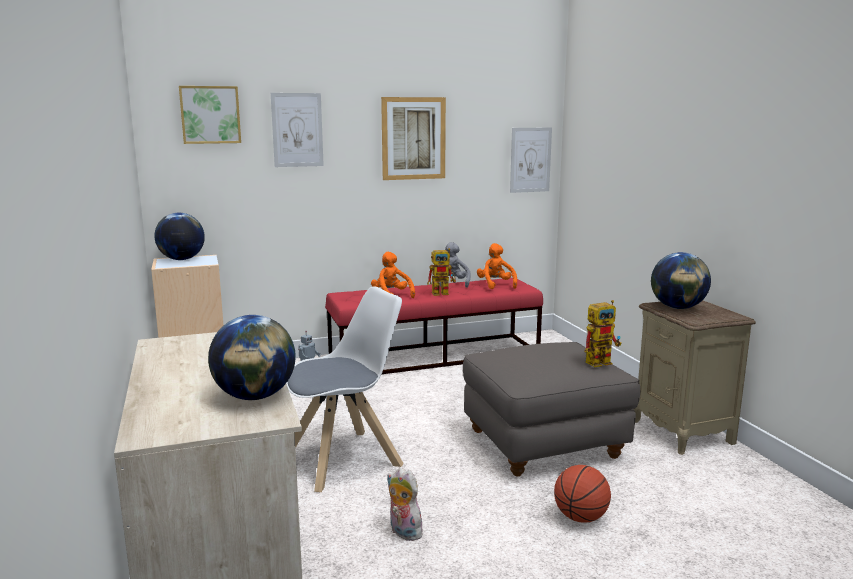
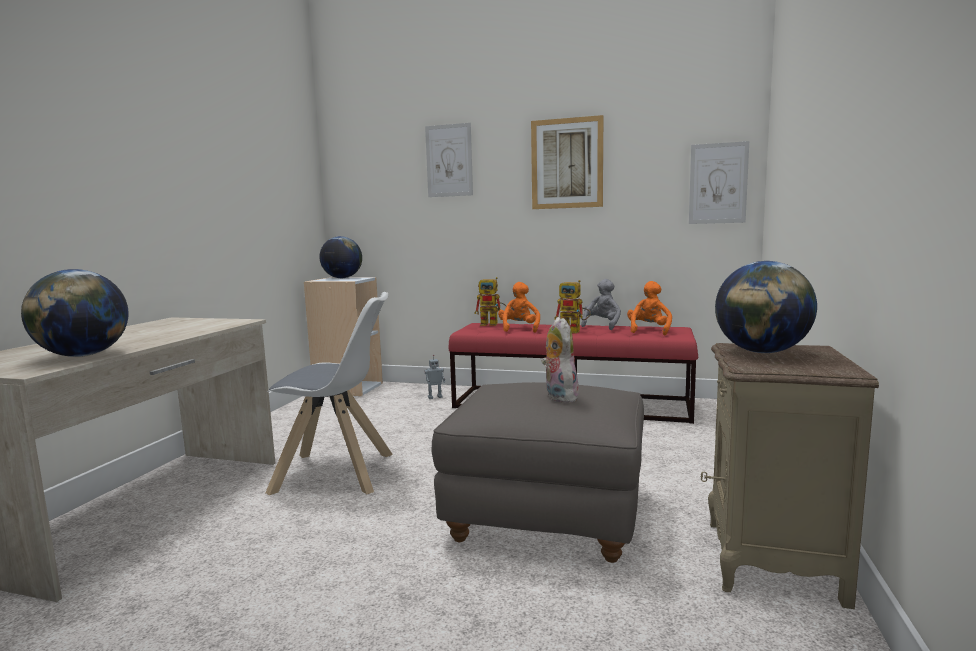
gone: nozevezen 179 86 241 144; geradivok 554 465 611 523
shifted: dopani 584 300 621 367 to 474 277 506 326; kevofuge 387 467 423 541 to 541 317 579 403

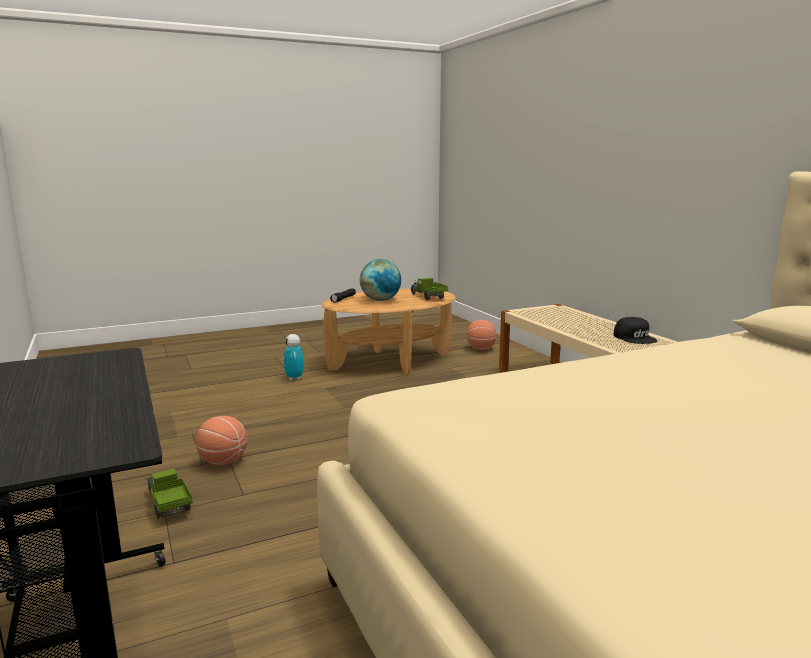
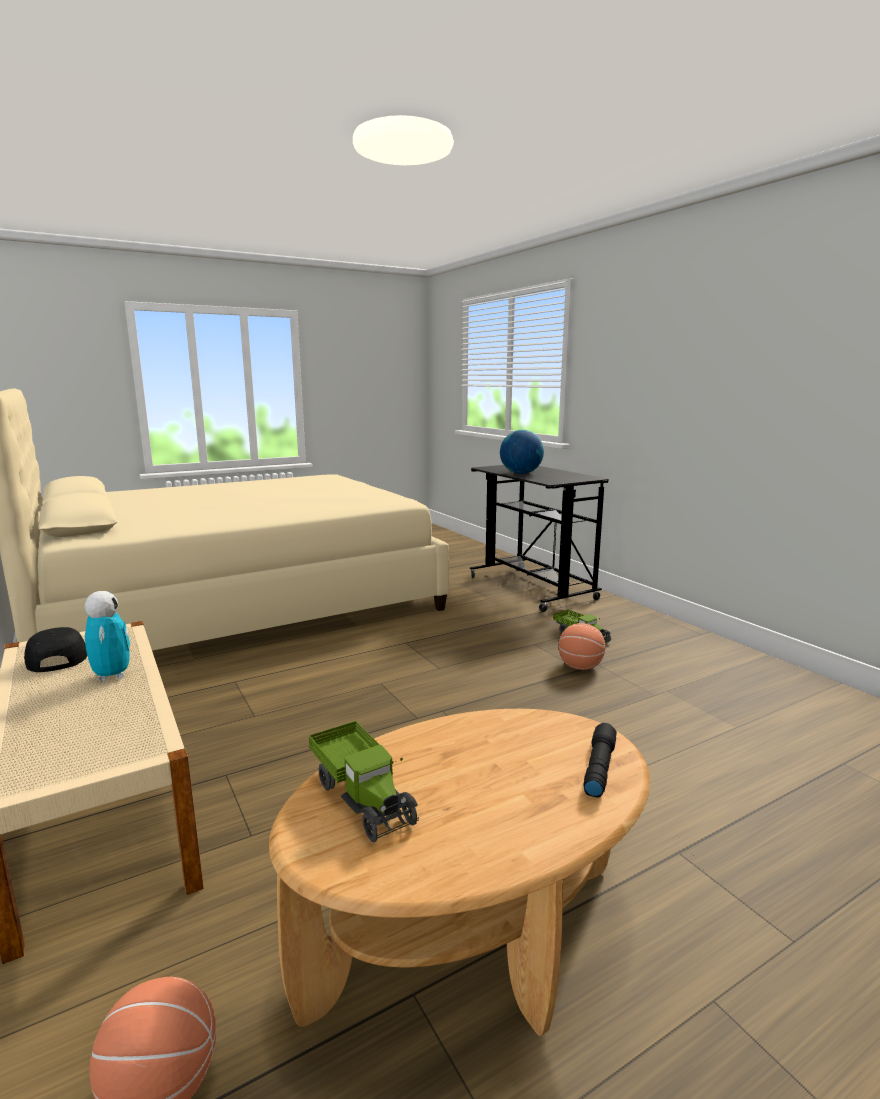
shifted: dopani 283 334 304 380 to 85 591 130 681; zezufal 360 259 401 301 to 500 430 544 474

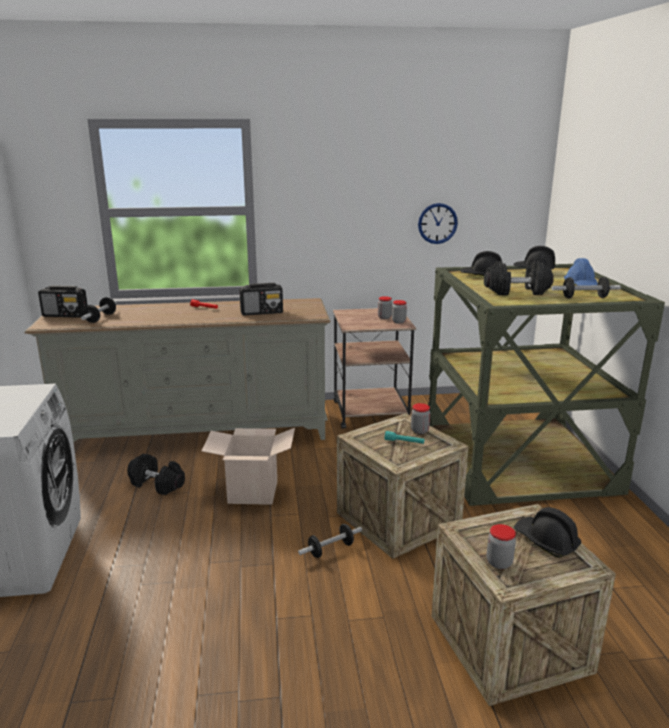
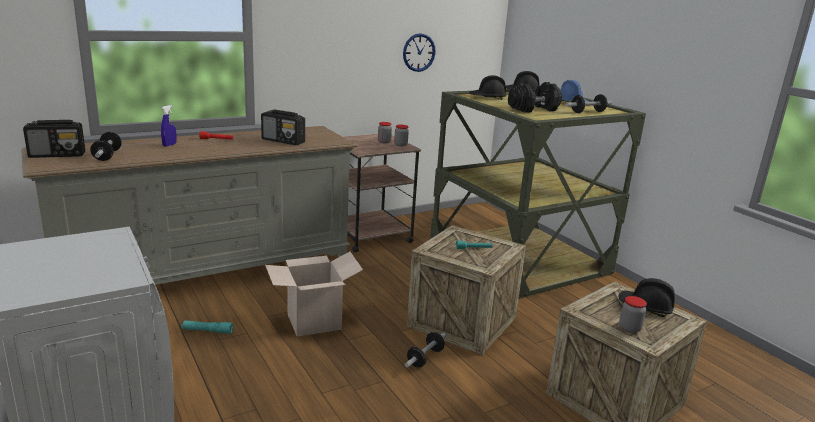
gone: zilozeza 411 403 430 434
new: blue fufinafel 161 105 177 147
swapped: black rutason 127 454 185 495 to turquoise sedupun 181 321 233 334
rotated: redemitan 239 283 283 315 = 261 110 305 145 60 degrees clockwise

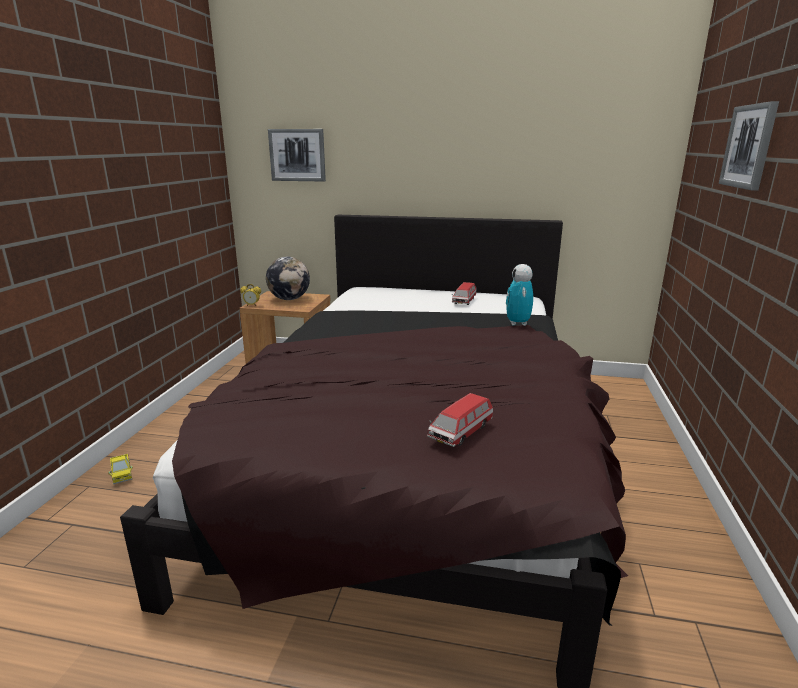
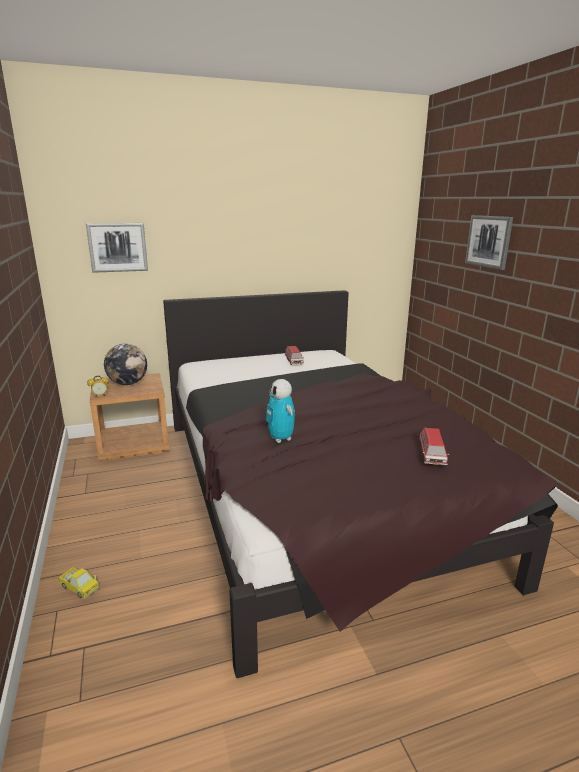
shifted: dopani 506 264 533 326 to 266 379 295 443

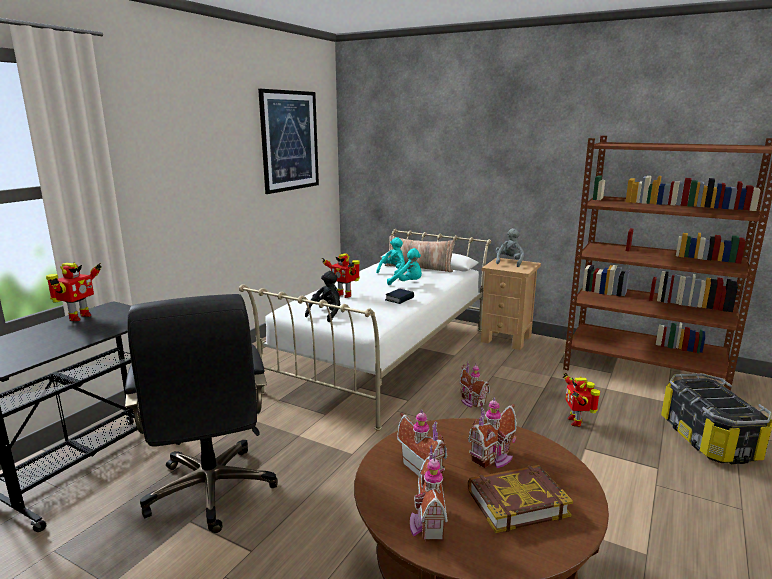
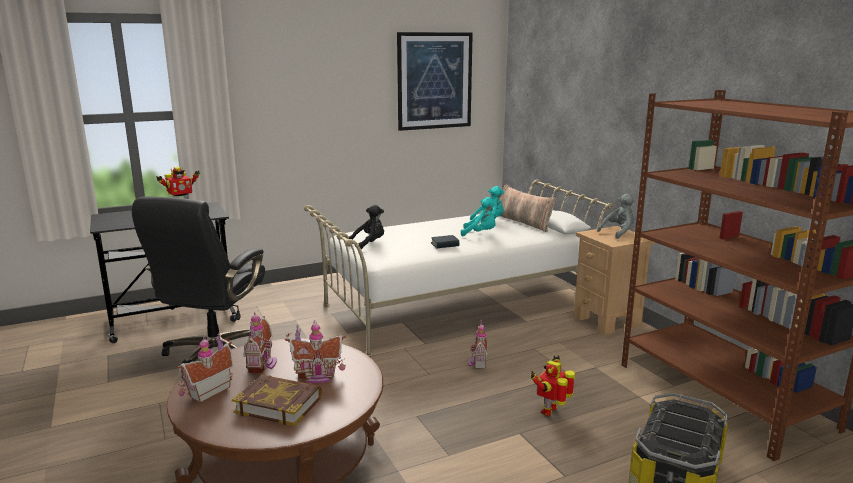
gone: dopani 322 253 360 298
rotated: turquoise kevofuge 387 248 422 285 = 461 197 496 237 45 degrees counterclockwise

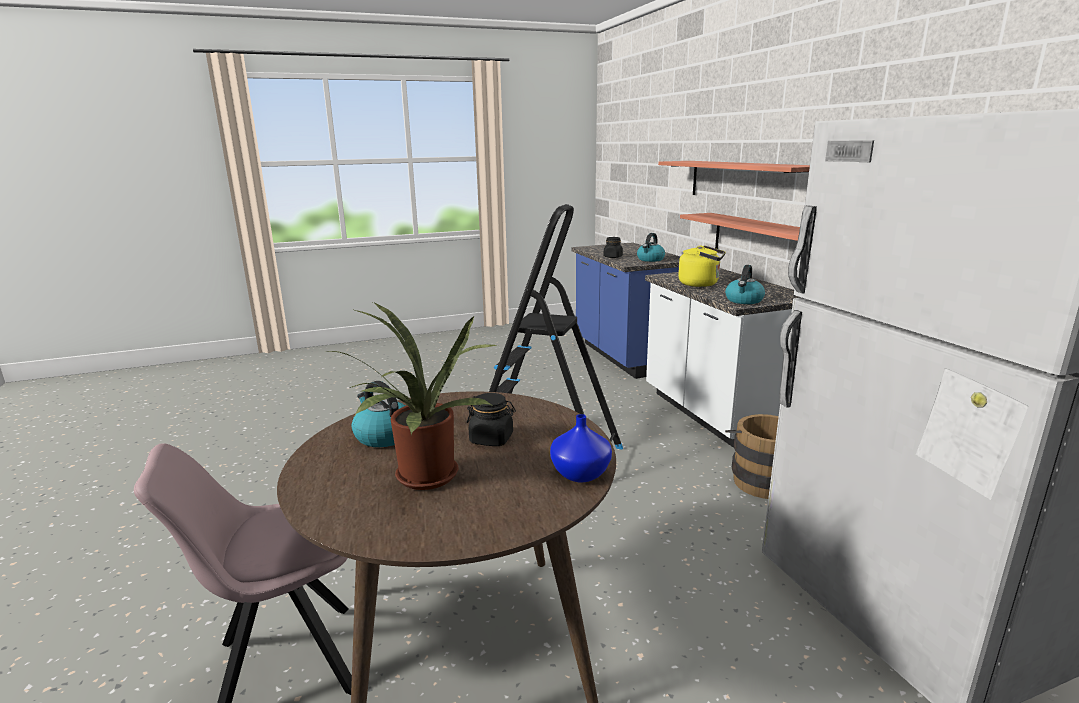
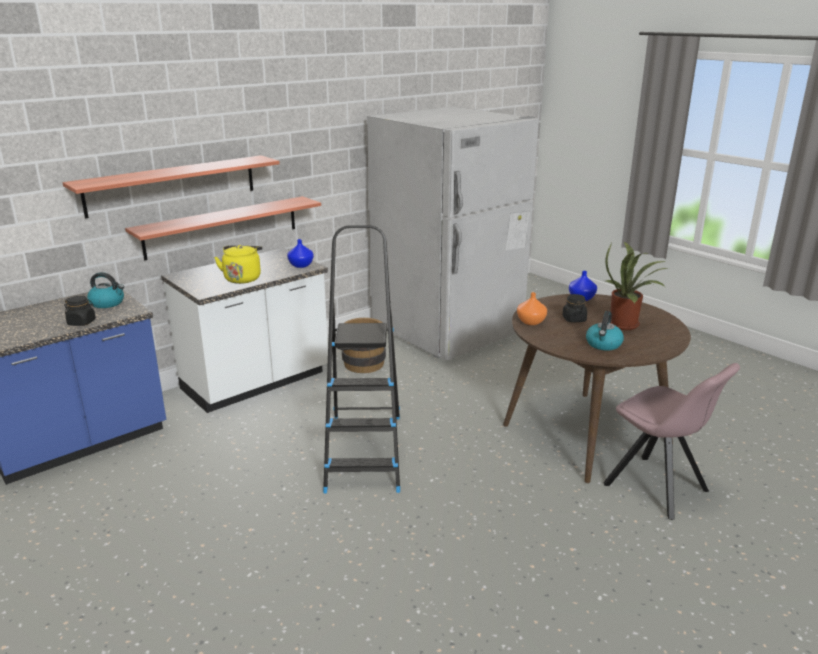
new: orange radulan 517 292 547 325
swapped: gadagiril 725 265 765 304 to blue radulan 287 239 314 268

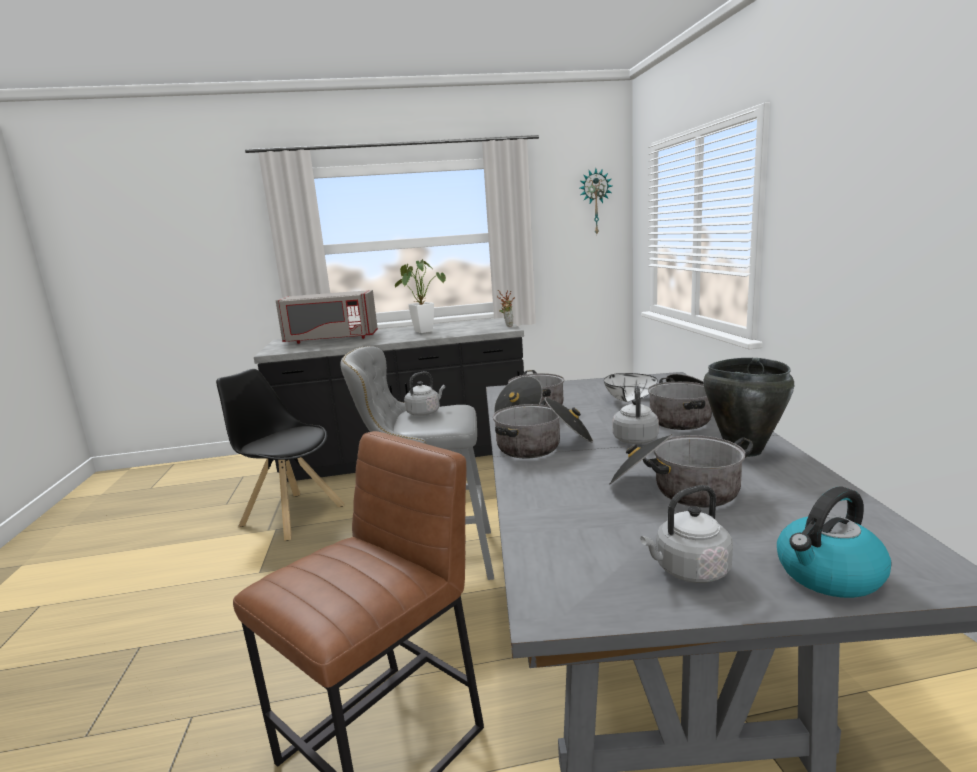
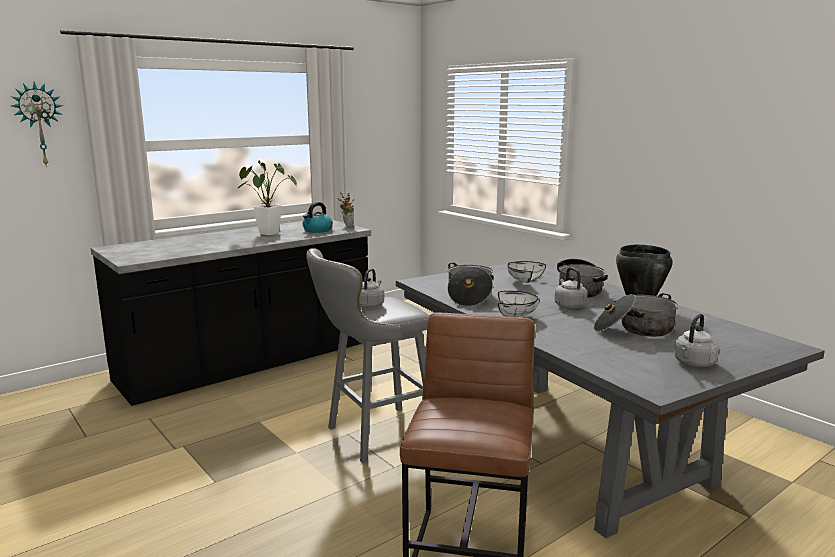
gone: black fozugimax 216 369 345 541; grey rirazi 276 290 378 344
shifted: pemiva 580 168 612 234 to 11 82 63 167; gadagiril 777 487 891 598 to 303 202 333 233
swapped: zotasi 493 397 593 459 to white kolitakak 498 291 540 317

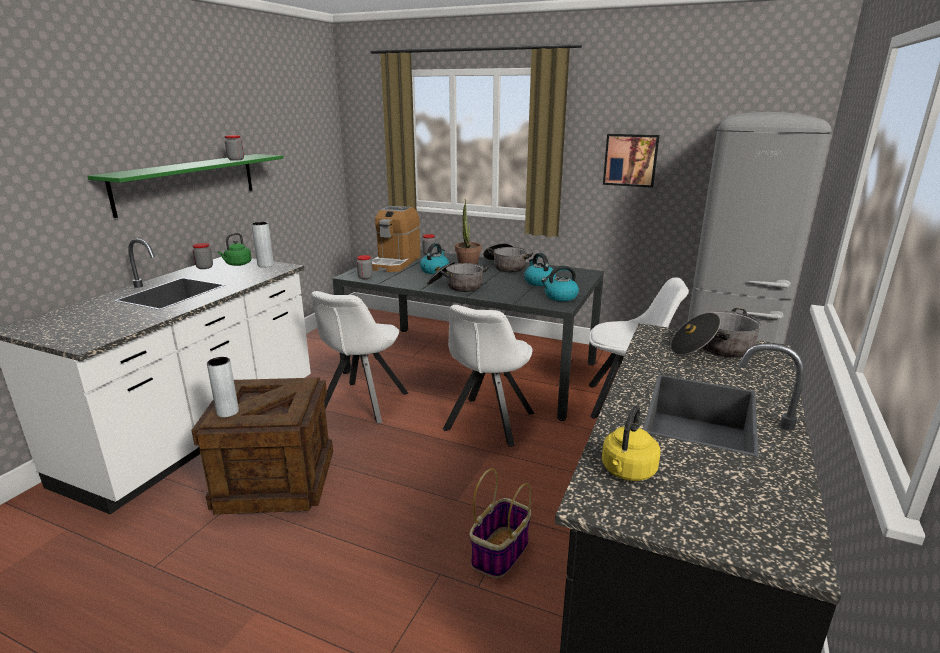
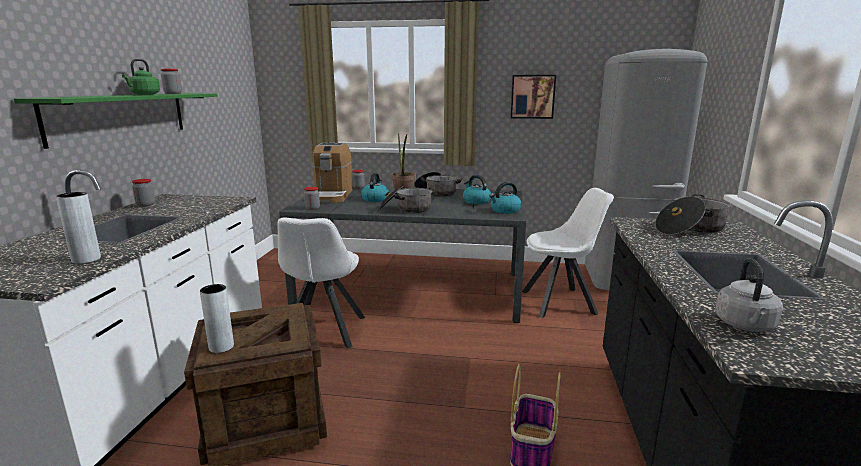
gone: white fozugimax 443 305 534 447
shifted: grey radulan 252 222 274 267 to 56 192 101 264; green gadagiril 218 233 252 266 to 122 59 160 95
repainted: yellow gadagiril 602 406 661 481 to grey gadagiril 715 258 783 332

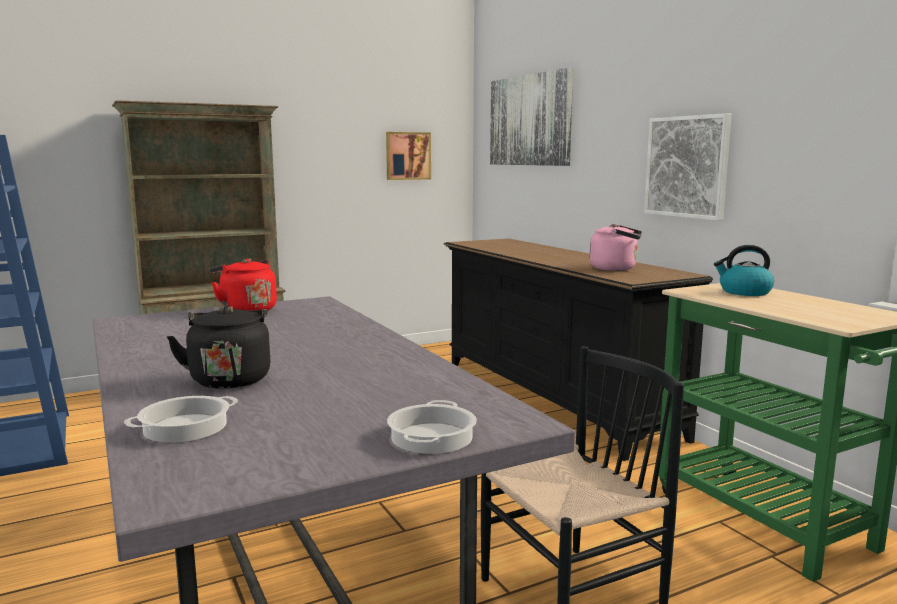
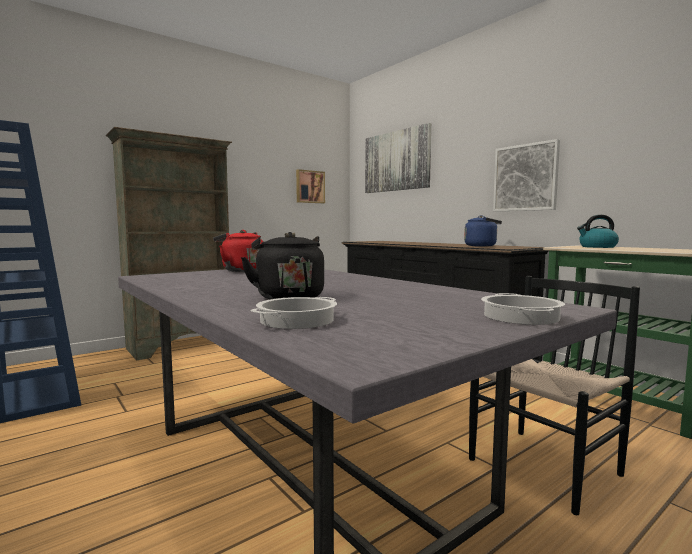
repainted: pink gadagiril 590 224 642 271 to blue gadagiril 464 215 502 247

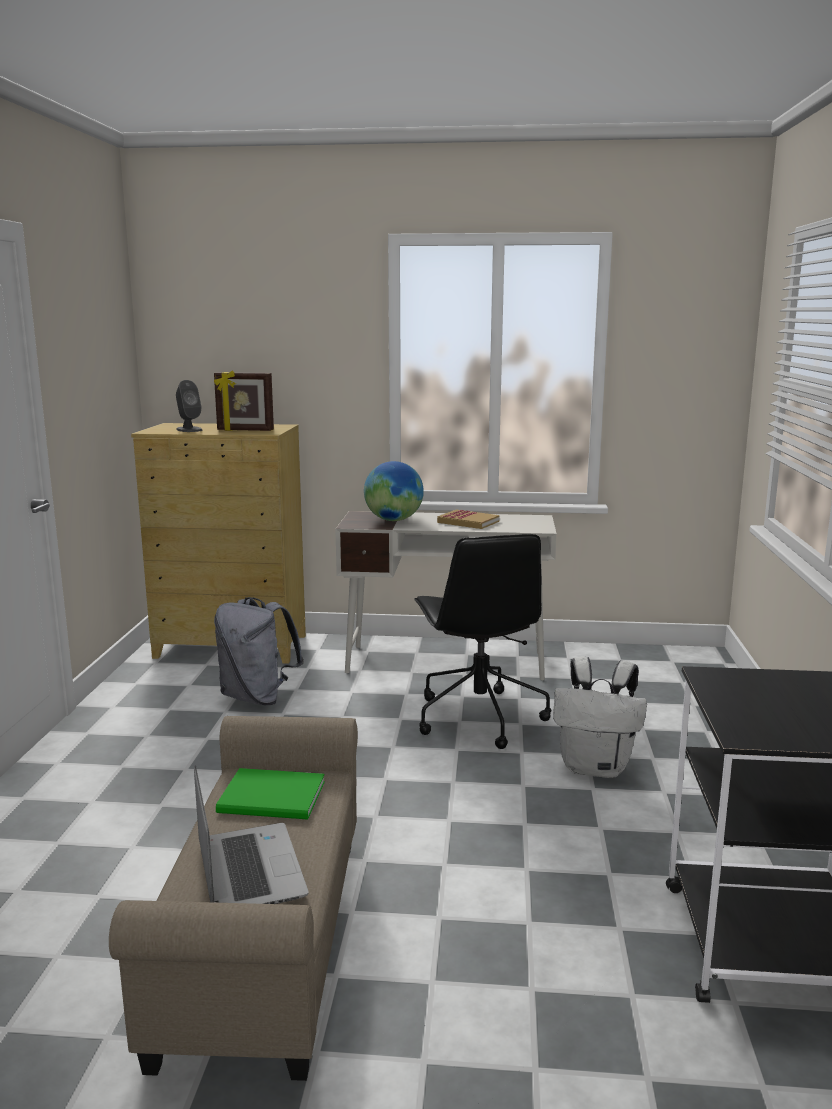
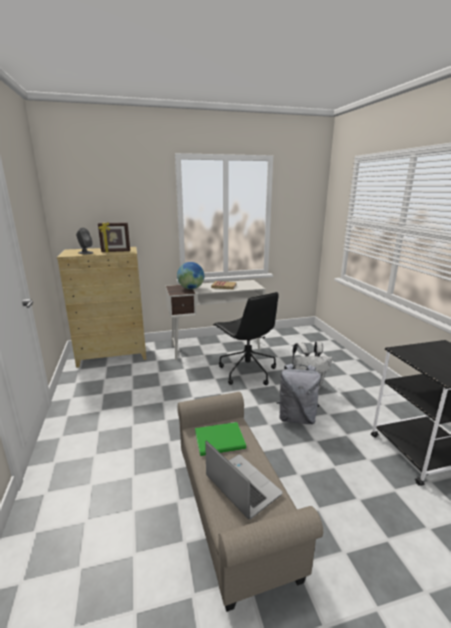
shifted: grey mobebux 214 597 304 705 to 276 364 321 424

